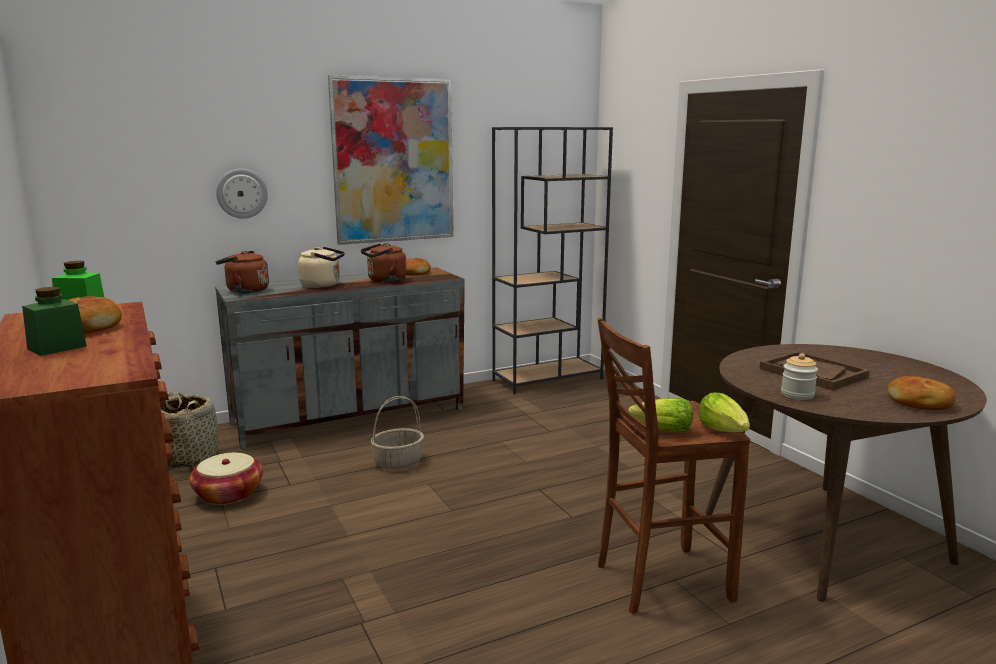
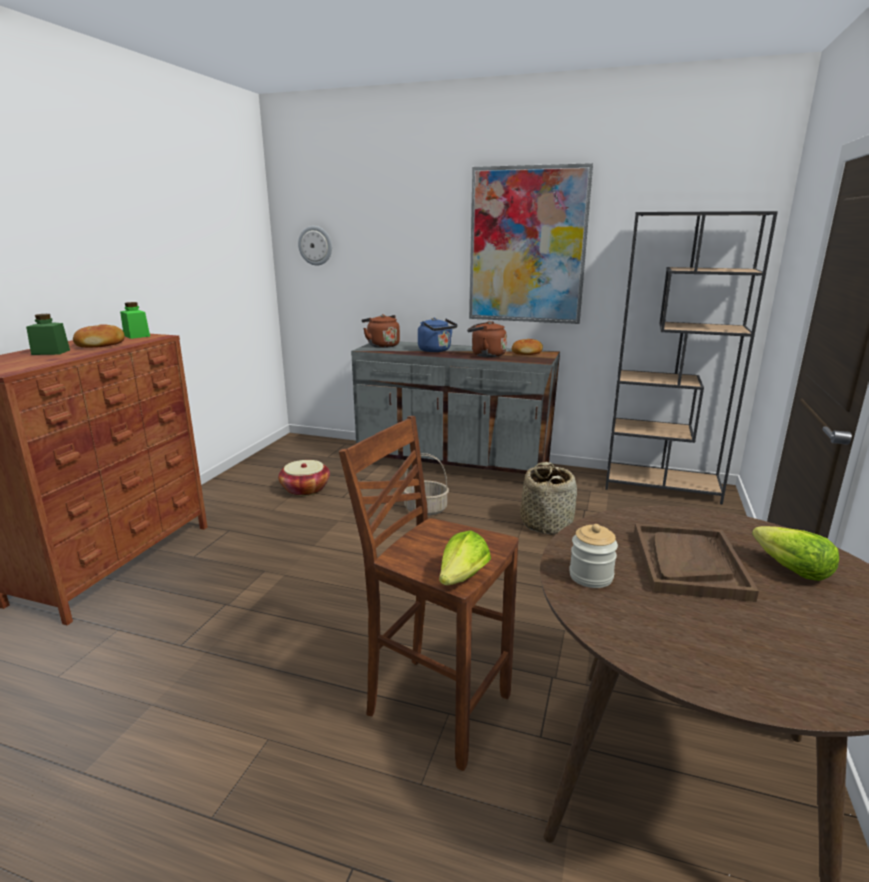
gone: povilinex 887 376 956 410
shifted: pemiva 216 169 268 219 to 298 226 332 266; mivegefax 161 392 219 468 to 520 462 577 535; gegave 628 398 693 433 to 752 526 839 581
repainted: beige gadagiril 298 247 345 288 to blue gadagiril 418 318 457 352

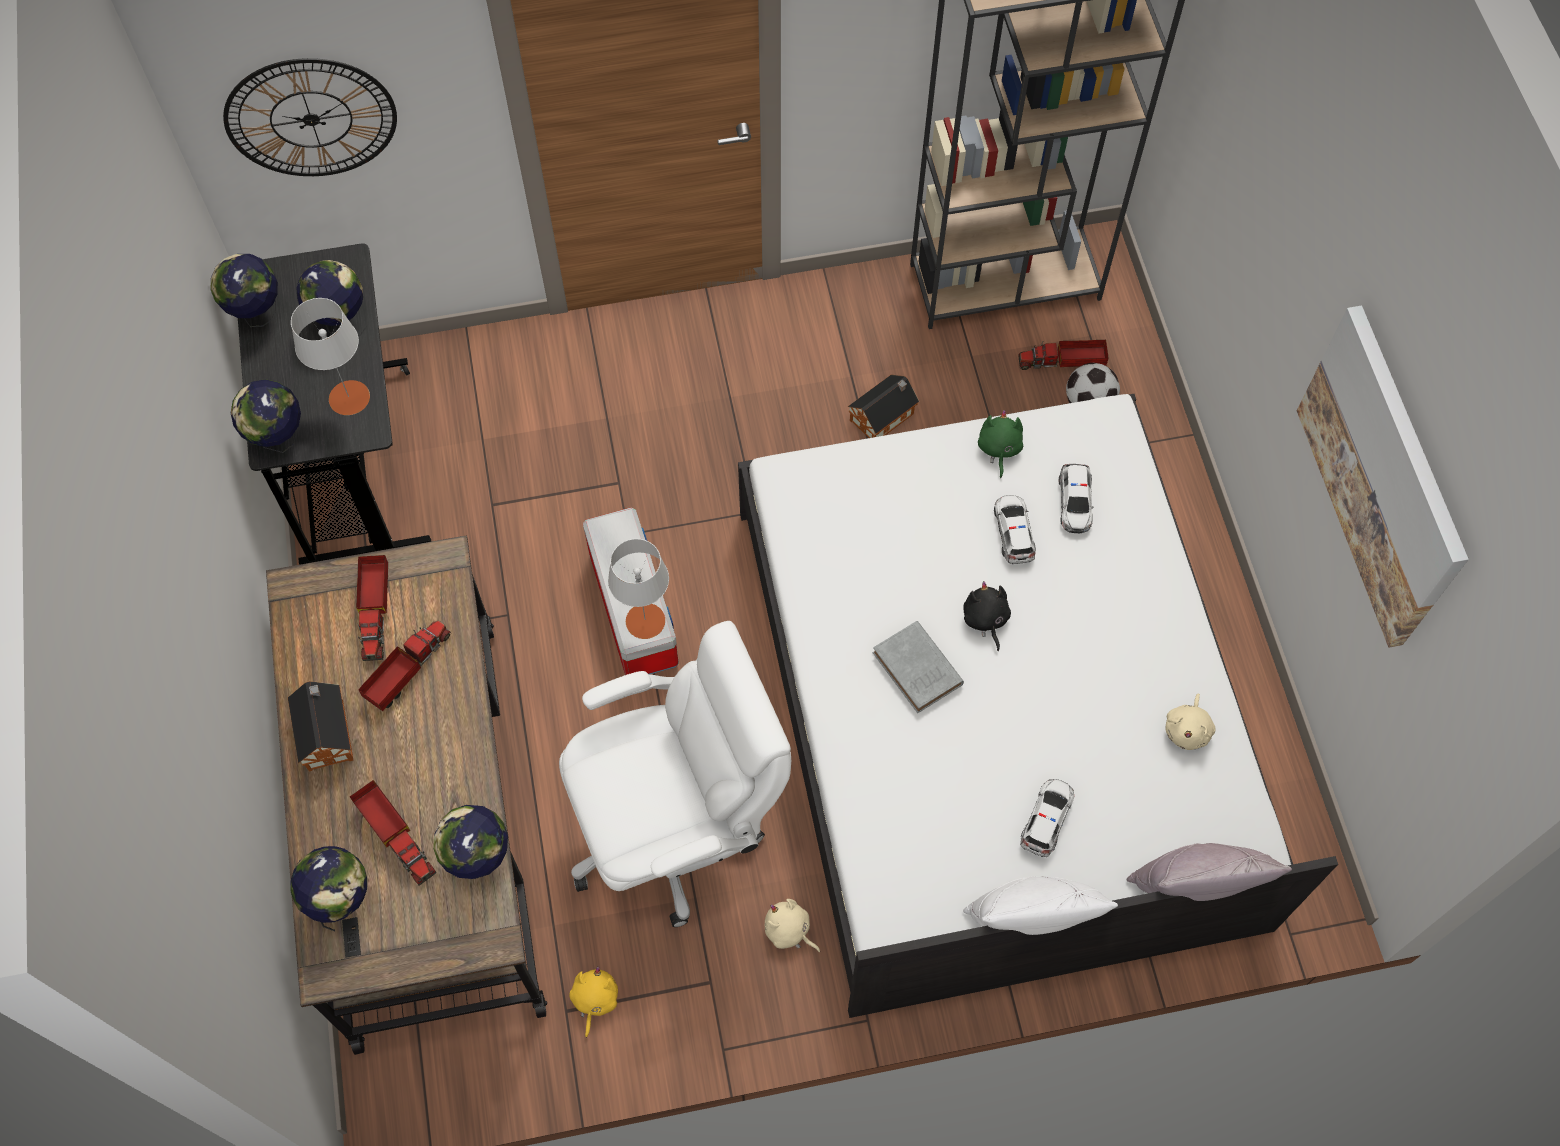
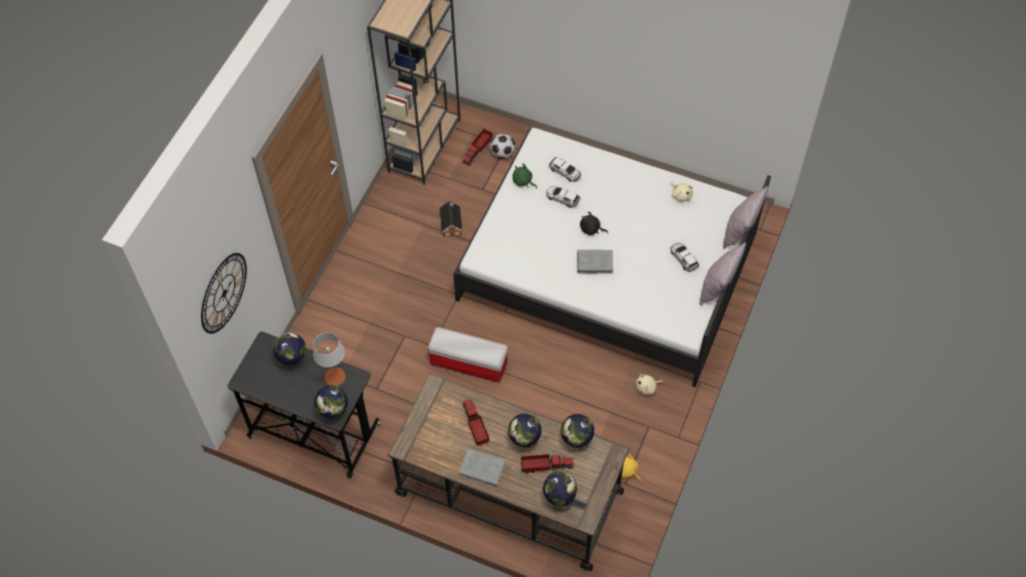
gone: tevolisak 356 555 388 661; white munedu 559 621 791 927; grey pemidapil 608 539 669 639; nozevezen 1296 306 1469 648
shifted: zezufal 211 254 278 327 to 508 414 542 448
swapped: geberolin 288 681 353 771 to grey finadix 459 448 506 487
repainted: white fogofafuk 963 876 1118 935 to purple fogofafuk 700 243 746 305

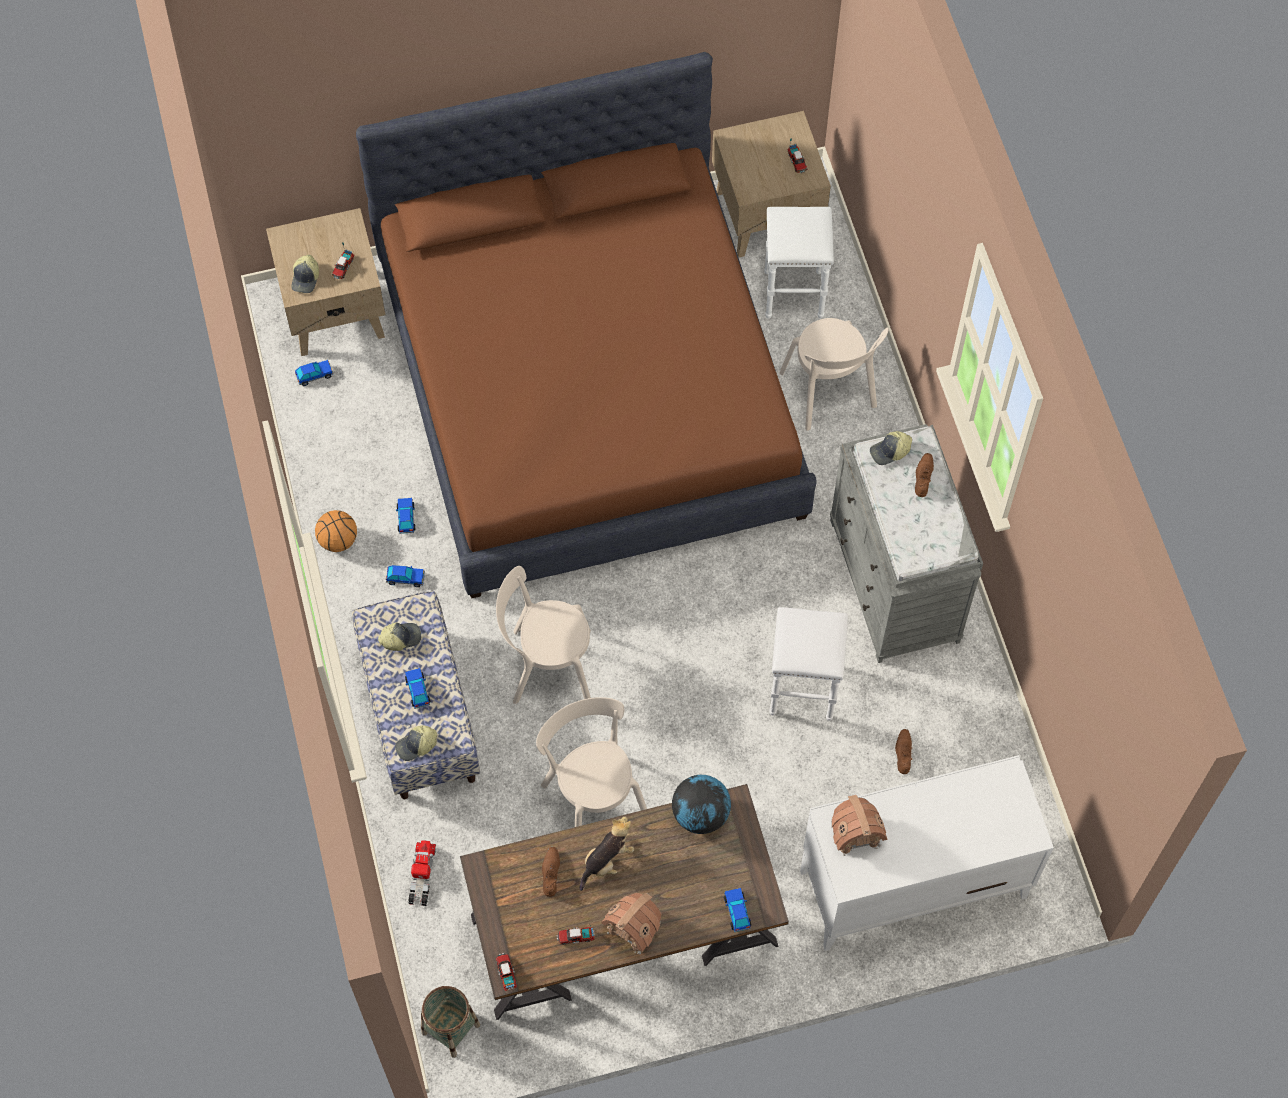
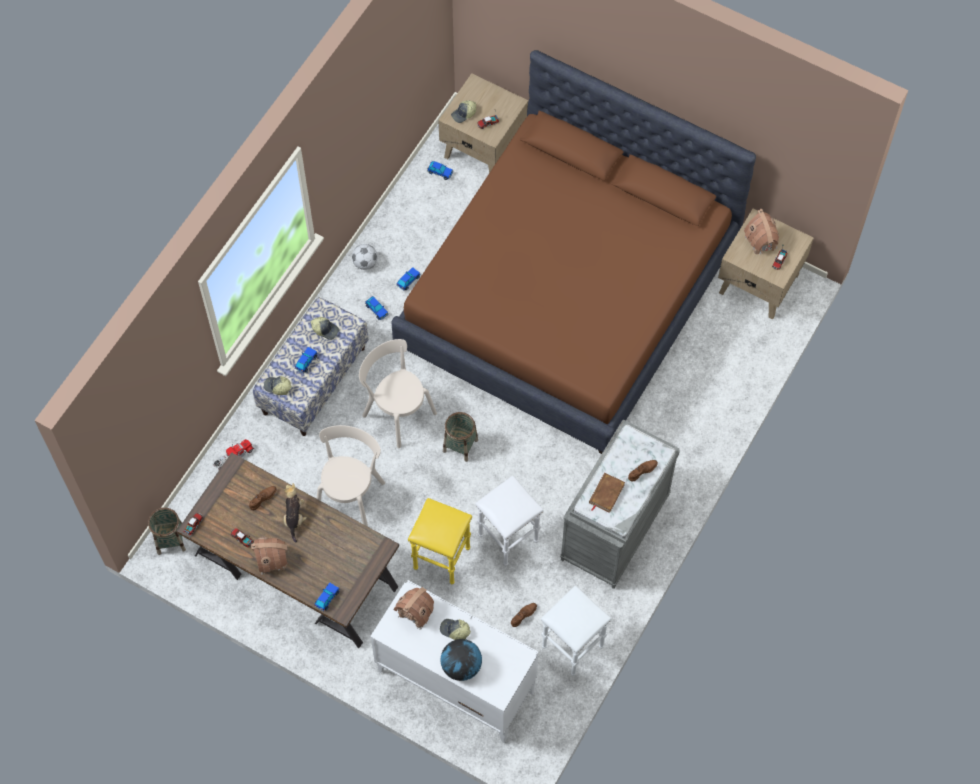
gone: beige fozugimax 780 318 889 431
new: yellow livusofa 408 498 472 584; mivegefax 443 412 478 462; brown finadix 589 473 625 513; geberolin 744 209 779 254
shifted: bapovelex 870 431 912 465 to 440 619 471 640; zezufal 672 775 731 834 to 441 639 482 681; white livusofa 764 207 834 318 to 541 586 611 676
swapped: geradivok 315 510 357 552 to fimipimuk 352 244 378 270
rotated: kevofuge 580 817 634 891 = 284 483 307 543 90 degrees counterclockwise

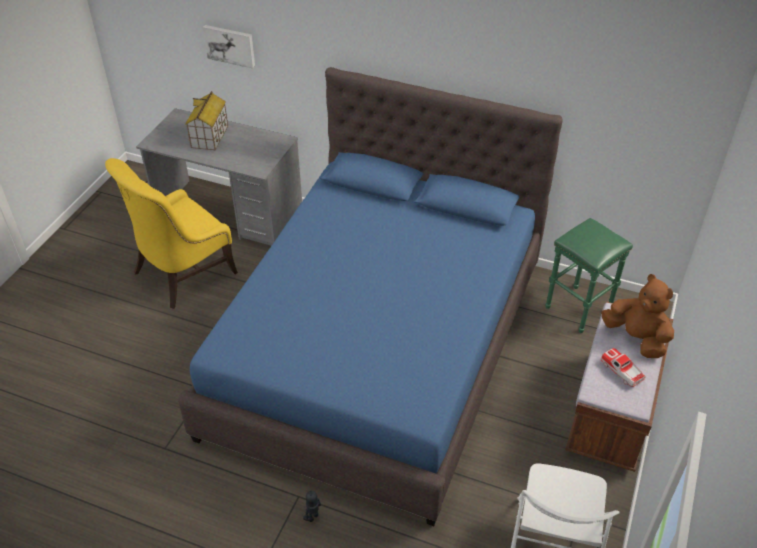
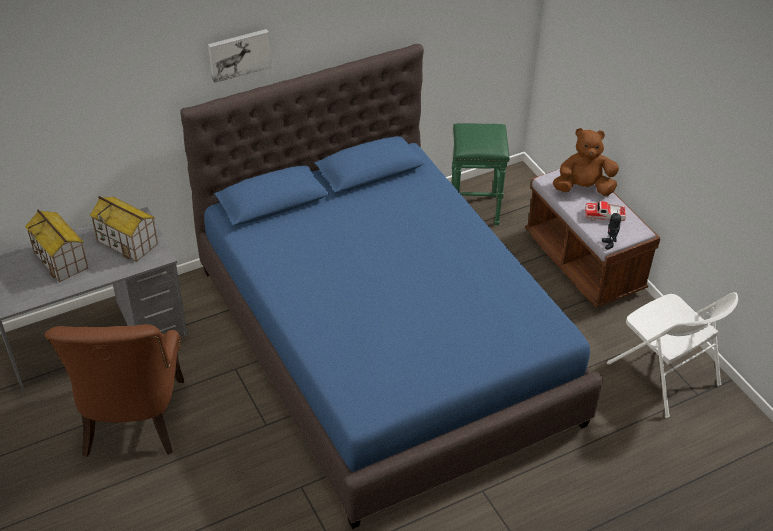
new: geberolin 90 196 158 262
shifted: nozevezen 203 25 255 69 to 208 29 271 83; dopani 303 490 321 522 to 602 210 621 250
repainted: yellow fozugimax 105 158 238 309 to brown fozugimax 45 324 184 457

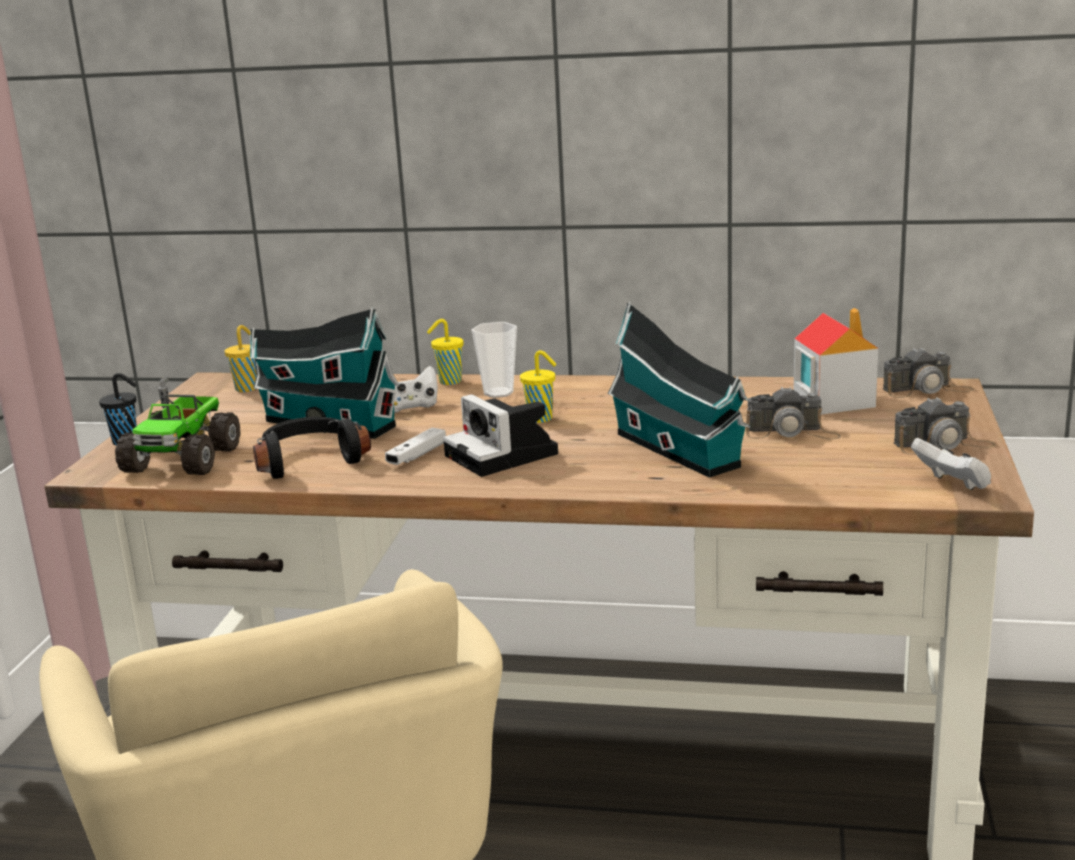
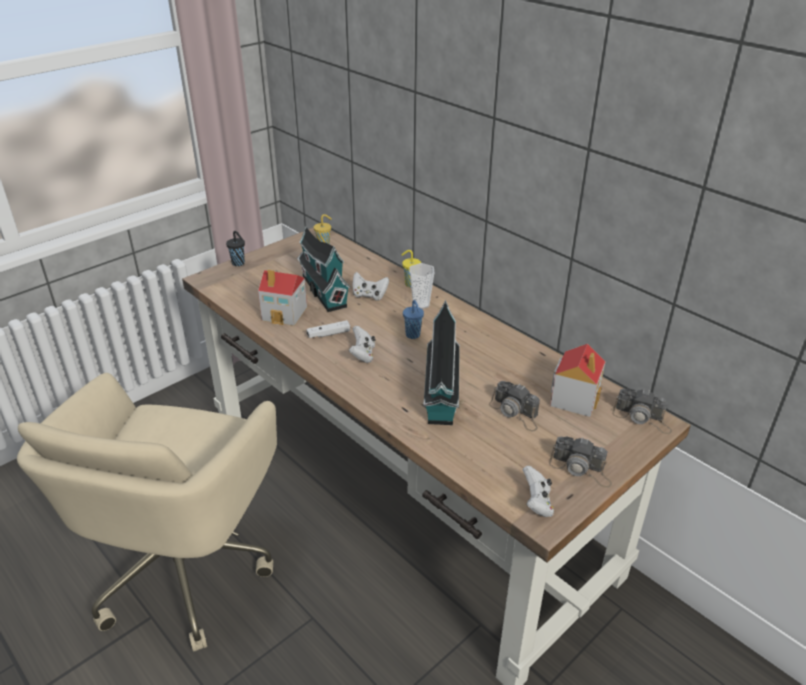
gone: tevolisak 115 376 240 475
swapped: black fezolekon 253 417 371 479 to geberolin 258 269 307 326; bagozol 443 394 558 477 to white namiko 349 326 376 363
repainted: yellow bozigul 520 350 557 423 to blue bozigul 403 300 424 339

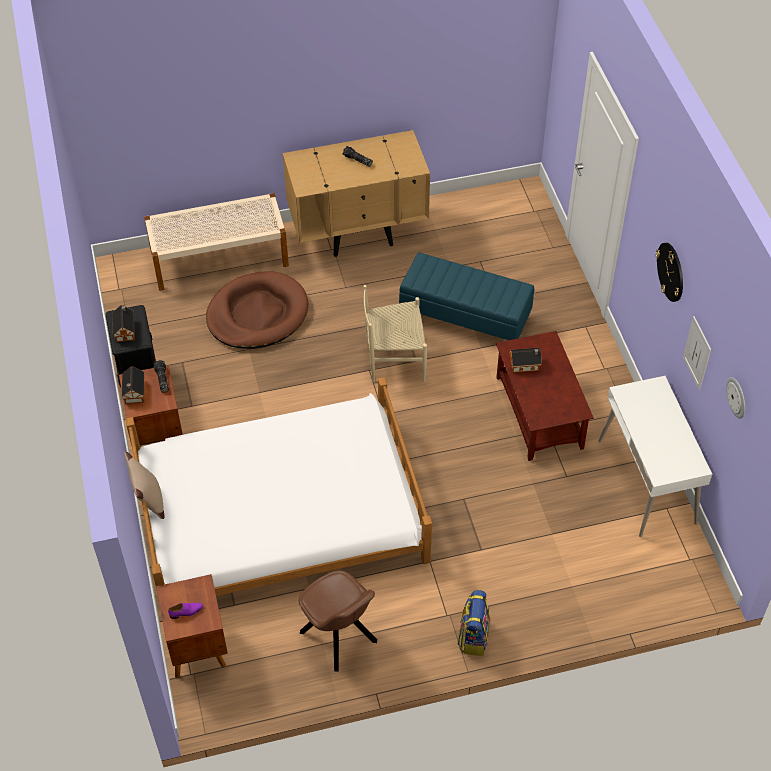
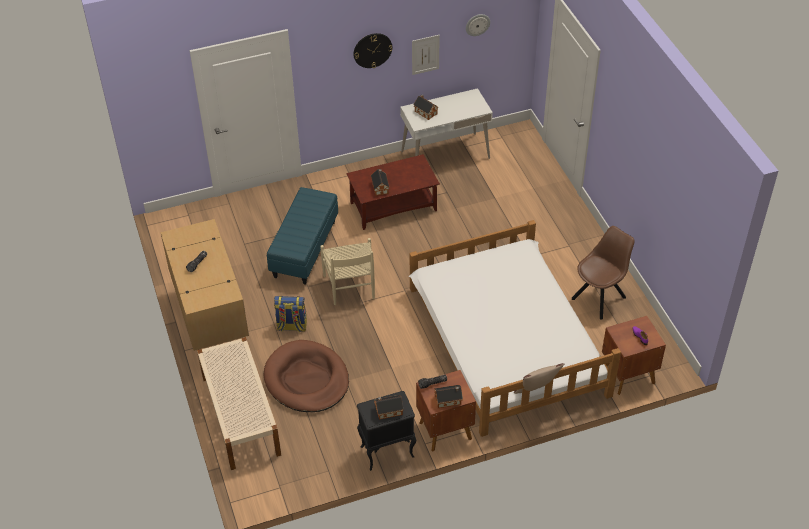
new: geberolin 414 95 438 120
shifted: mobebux 457 590 490 656 to 274 296 307 333

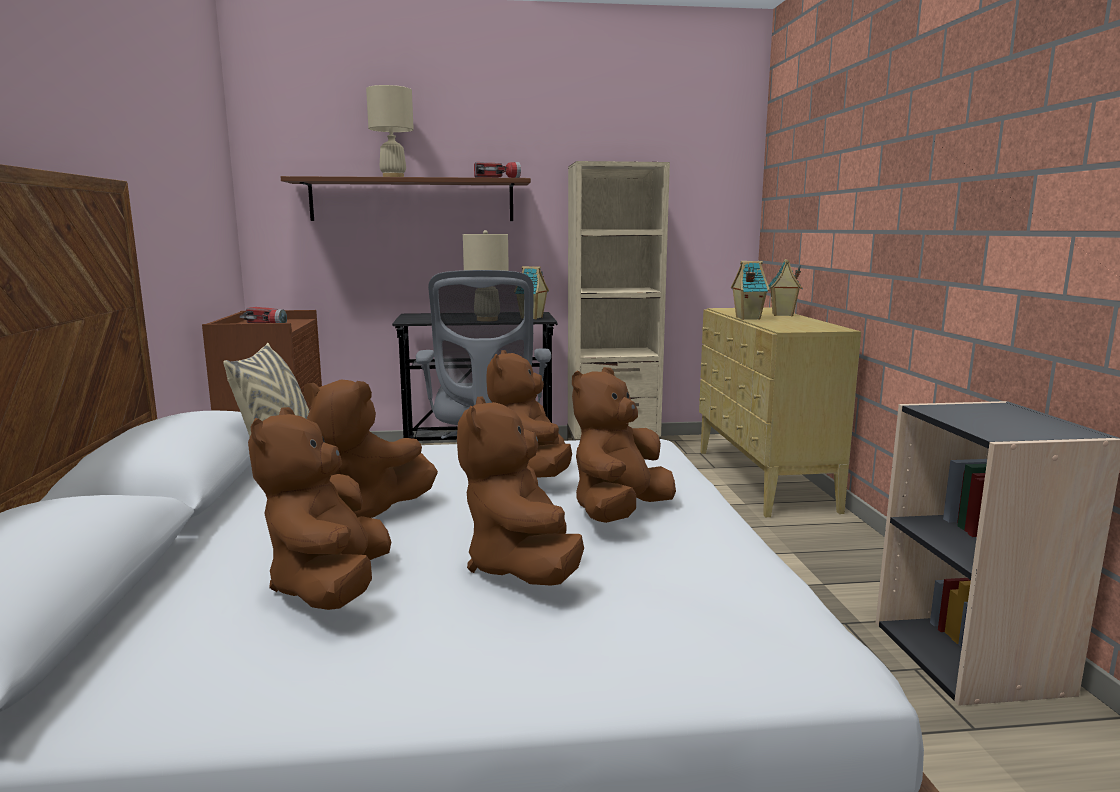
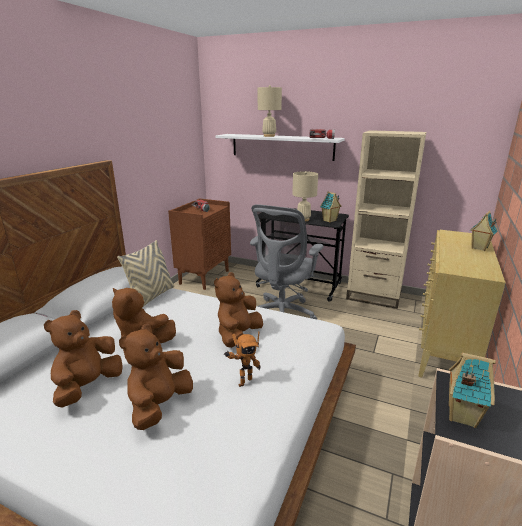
shifted: geberolin 731 261 770 320 to 449 353 496 428
swapped: brown kevofuge 572 367 676 523 to dopani 224 331 260 387
repainted: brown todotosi 281 176 531 221 to white todotosi 215 134 345 161

